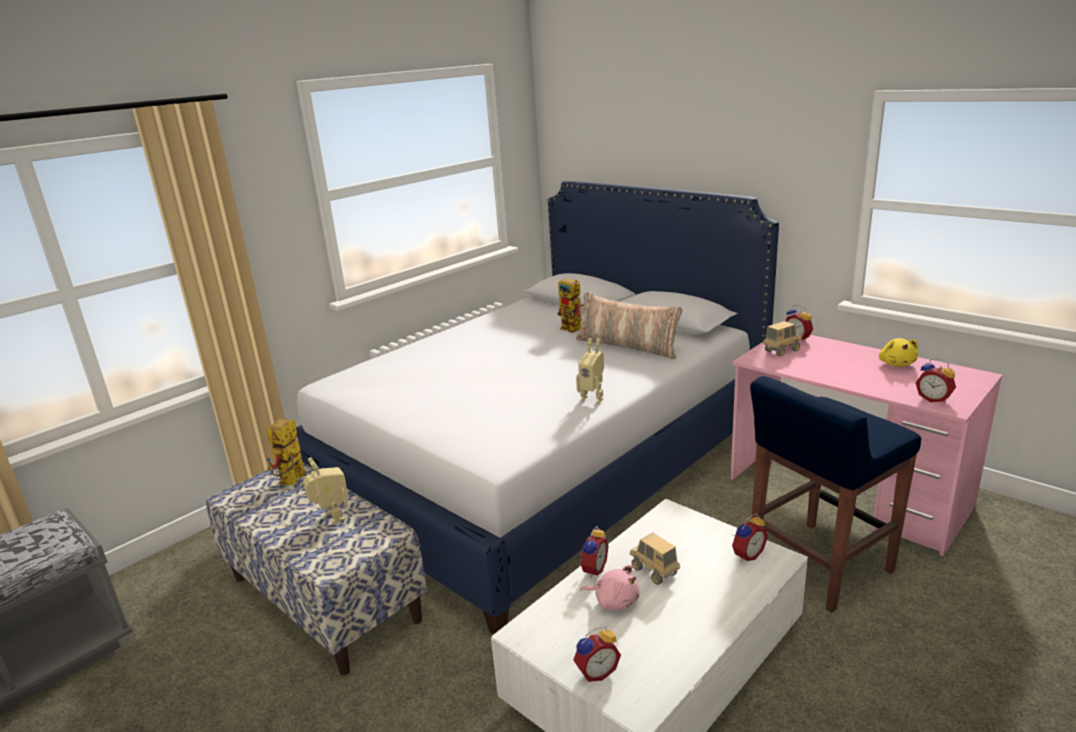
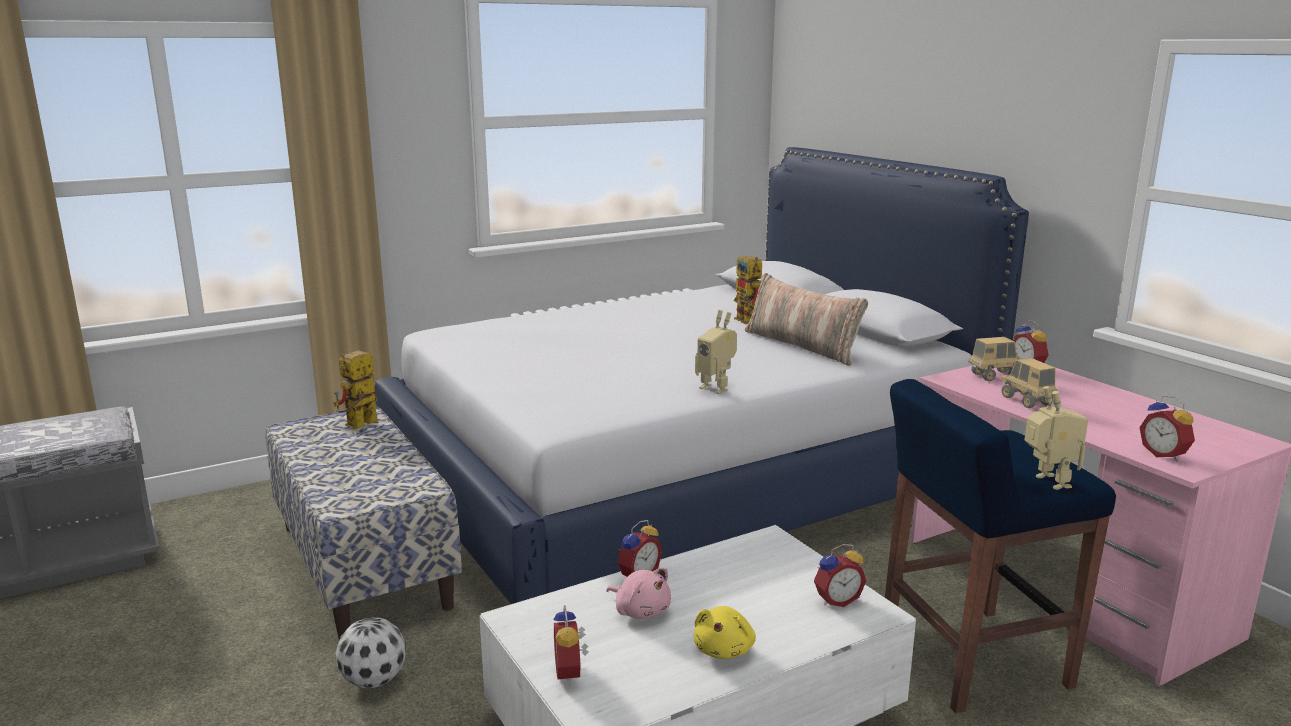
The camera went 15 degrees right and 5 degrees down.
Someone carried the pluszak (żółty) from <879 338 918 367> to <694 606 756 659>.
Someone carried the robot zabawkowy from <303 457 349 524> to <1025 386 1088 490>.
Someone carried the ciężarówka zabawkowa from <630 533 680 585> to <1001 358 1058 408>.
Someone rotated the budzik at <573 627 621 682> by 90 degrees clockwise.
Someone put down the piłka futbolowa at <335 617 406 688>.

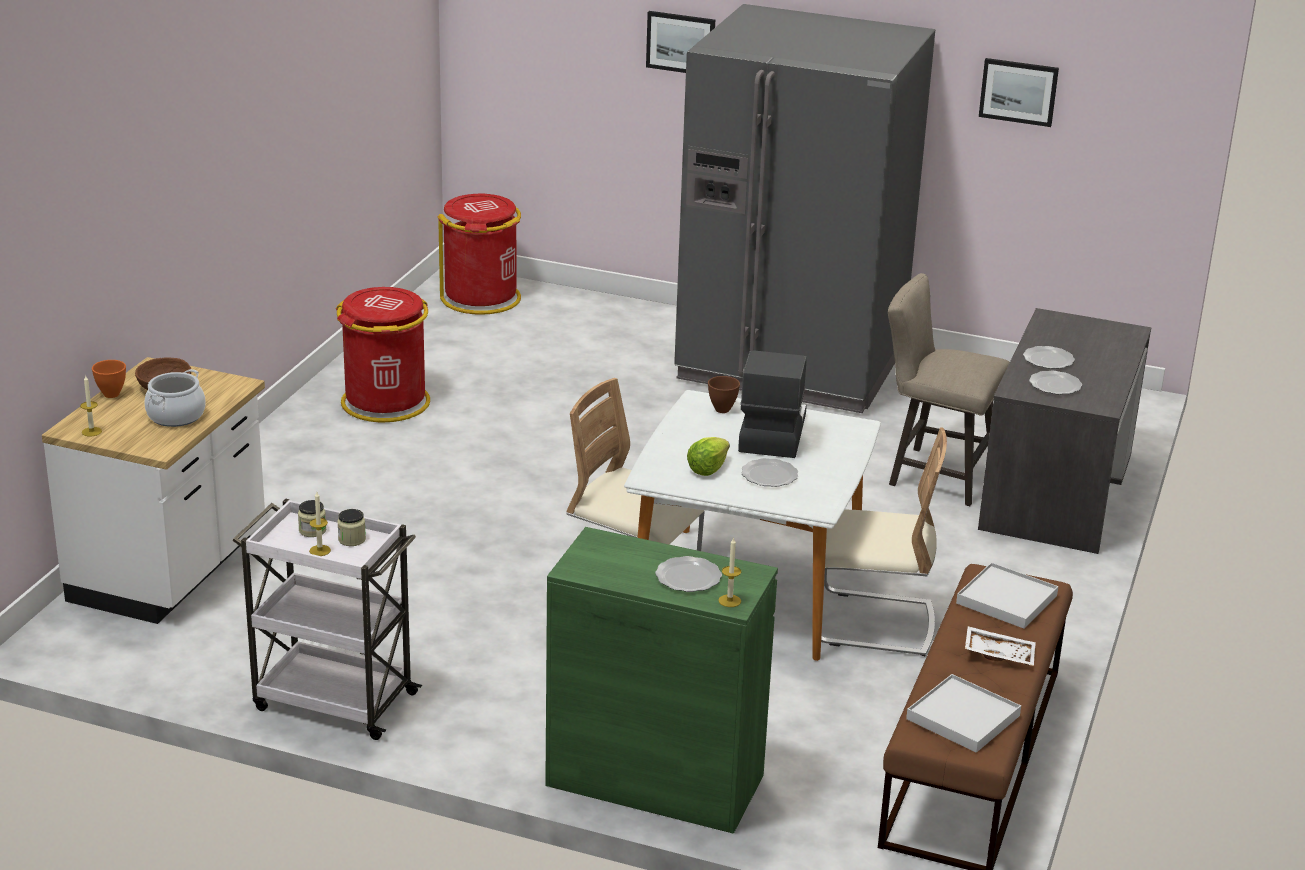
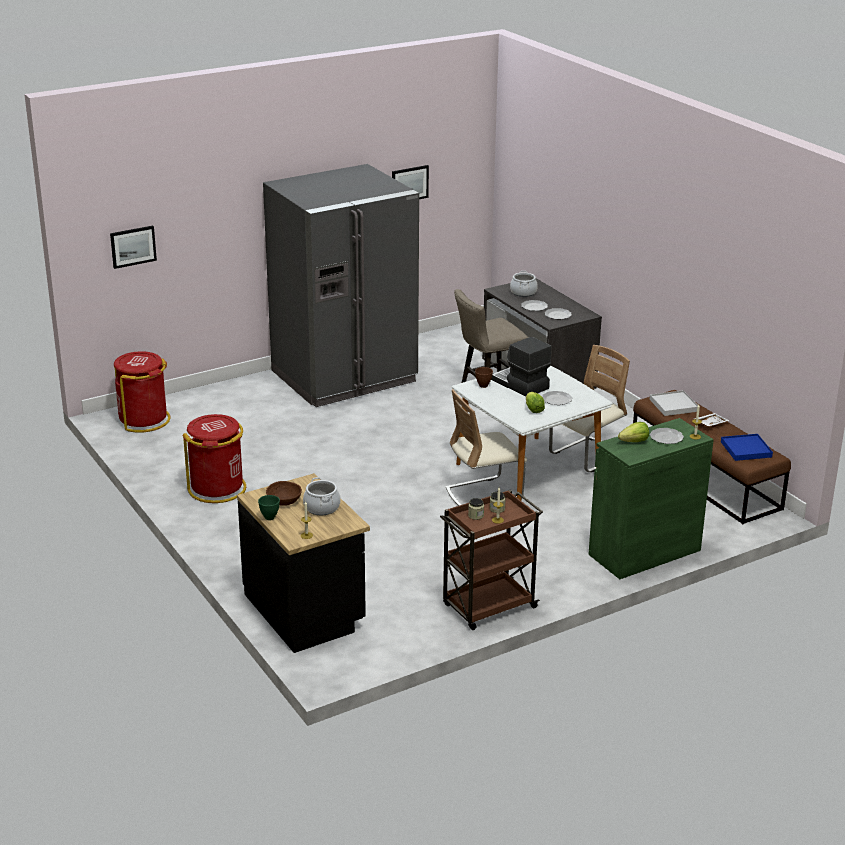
The camera went 50 degrees left and 0 degrees up.
Someone carried the obraz from <646 11 715 73> to <110 226 157 269>.
Someone repainted the zabudowa kuchenna (biały) at <42 357 266 624>, which became the zabudowa kuchenna (czarny) at <237 473 370 653>.
Someone repainted the miska (pomarańczowy) at <92 360 126 398>, which became the miska (zielony) at <258 495 280 520>.
Someone repainted the wózek (biały) at <232 499 422 740>, which became the wózek (brązowy) at <440 490 543 630>.
Someone repainted the taca (biały) at <906 674 1021 753>, which became the taca (niebieski) at <721 434 773 461>.
Someone put down the garnek at <510 271 538 297>.
Someone put down the sałata at <618 422 649 442>.

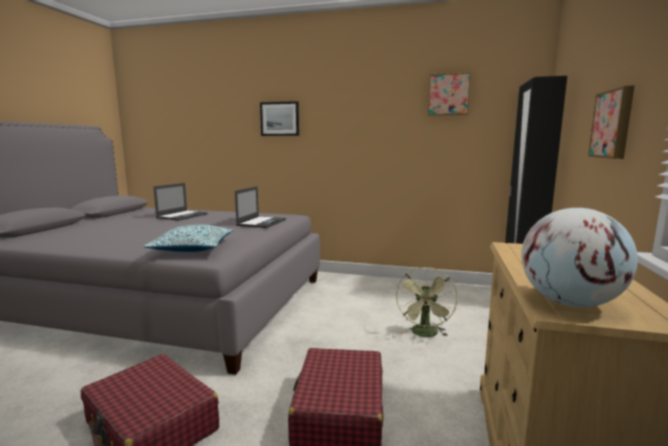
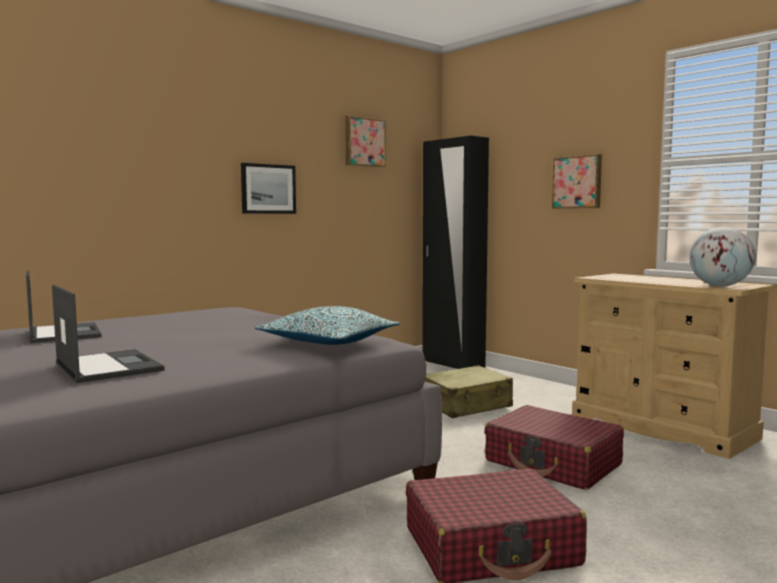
The camera went 55 degrees left and 5 degrees down.
Someone carried the obraz from <260 101 299 136> to <241 163 296 214>.
Someone carried the laptop from <235 186 286 228> to <52 285 164 383>.
Someone swapped the wentylator (zielony) at <396 267 457 337> for the walizka (beżowy) at <425 365 513 418>.

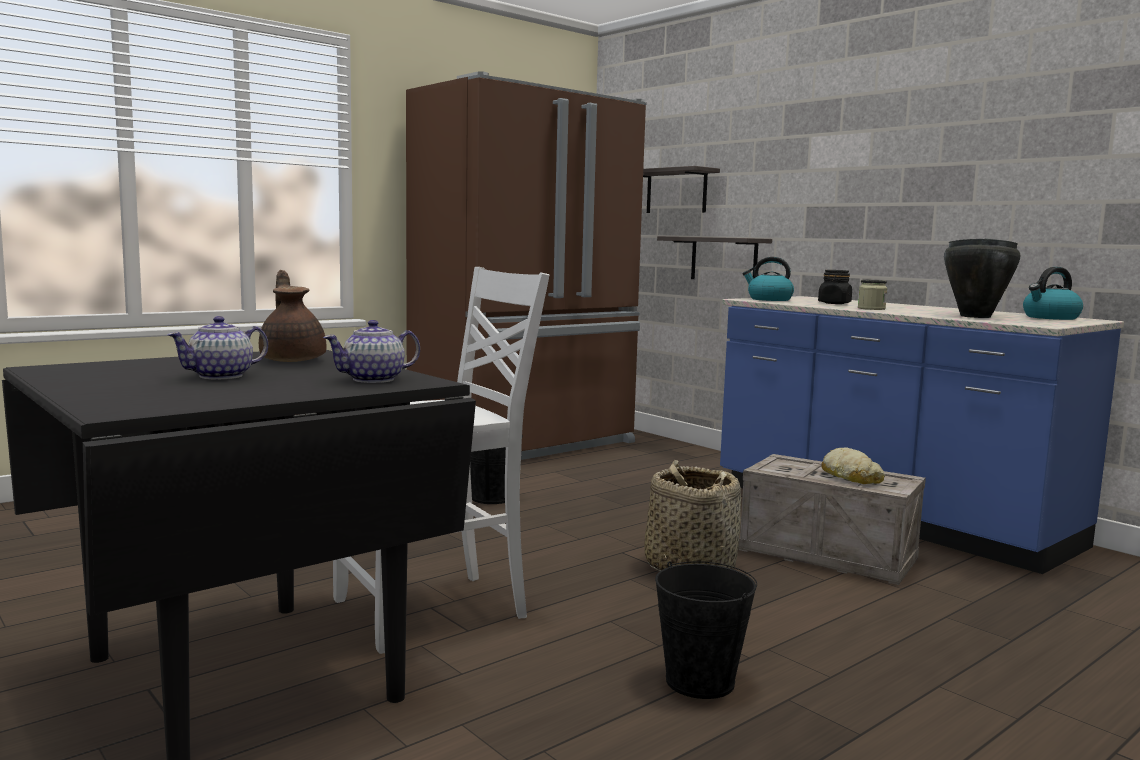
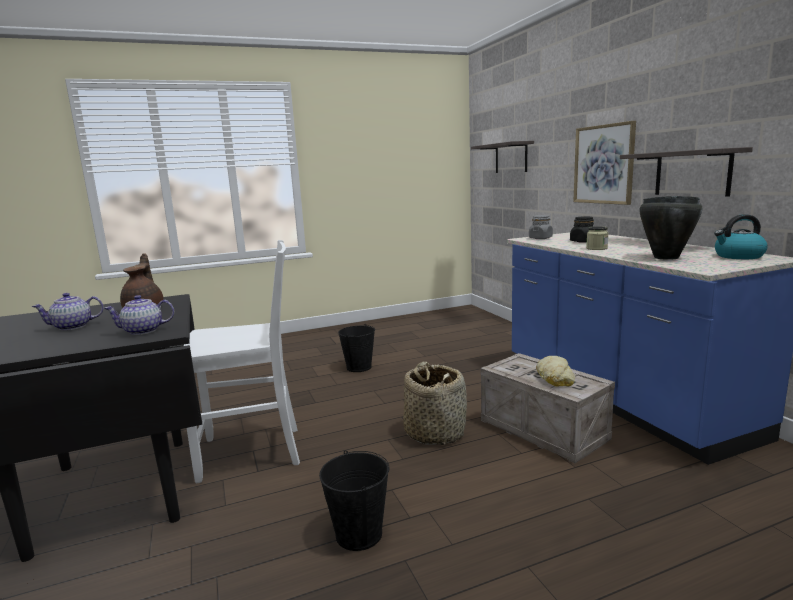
The camera went 20 degrees right and 5 degrees up.
Someone took away the lodówka (brązowy) at <406 72 647 460>.
Someone carried the półka from <657 236 772 279> to <620 147 753 196>.
Someone swapped the czajnik at <743 257 794 301> for the słoik (szary) at <529 215 553 239>.
Someone put up the obraz at <573 121 636 205>.

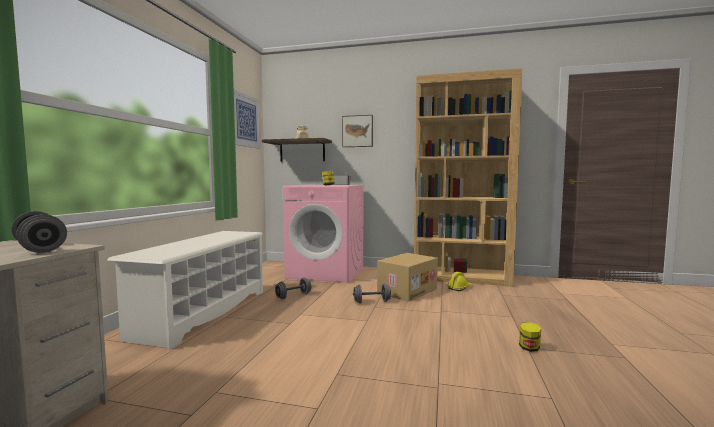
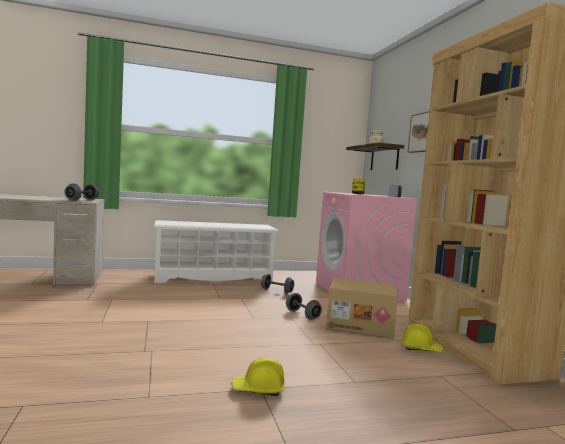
The camera went 60 degrees right and 0 degrees up.
Someone took away the obraz at <234 90 261 149>.
Someone swapped the słoik at <519 322 541 352> for the kask (żółty) at <231 358 284 396>.

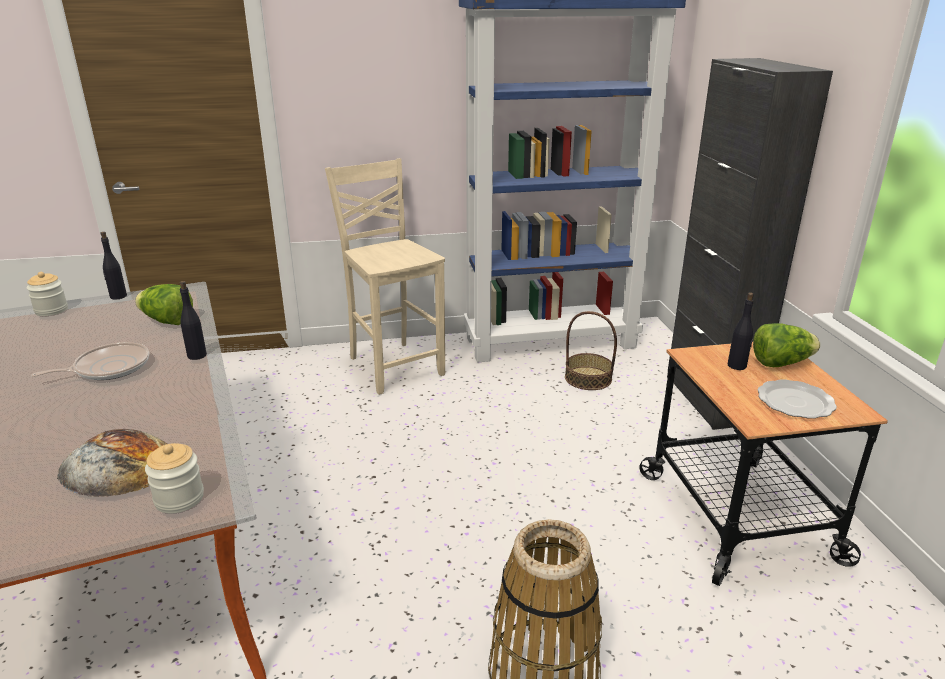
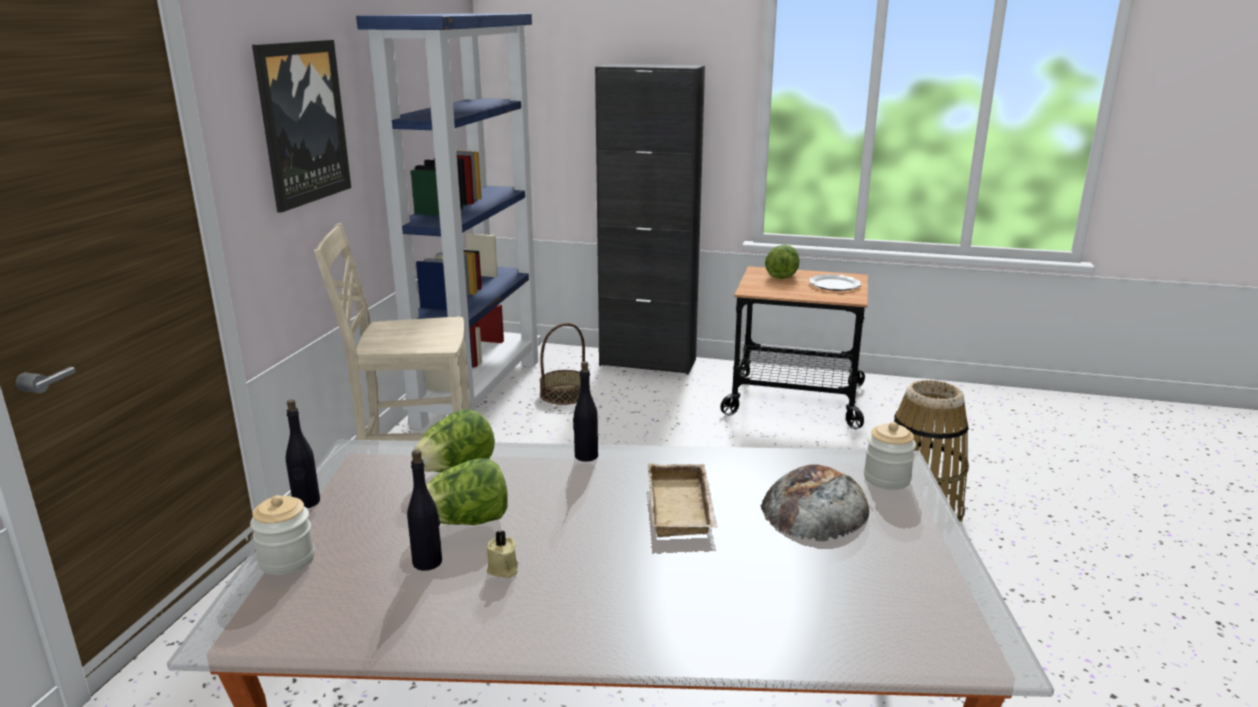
The camera went 65 degrees left and 5 degrees down.
Someone carried the butelka (czarny) from <728 292 754 370> to <407 450 442 571>.
Someone took away the patelnia at <31 342 149 380>.
Someone put up the obraz at <252 40 351 213>.
Someone put down the sałata at <426 458 508 525>.
Someone put down the taca (beżowy) at <648 463 717 537>.
Someone put down the świeca (beżowy) at <487 530 518 578>.

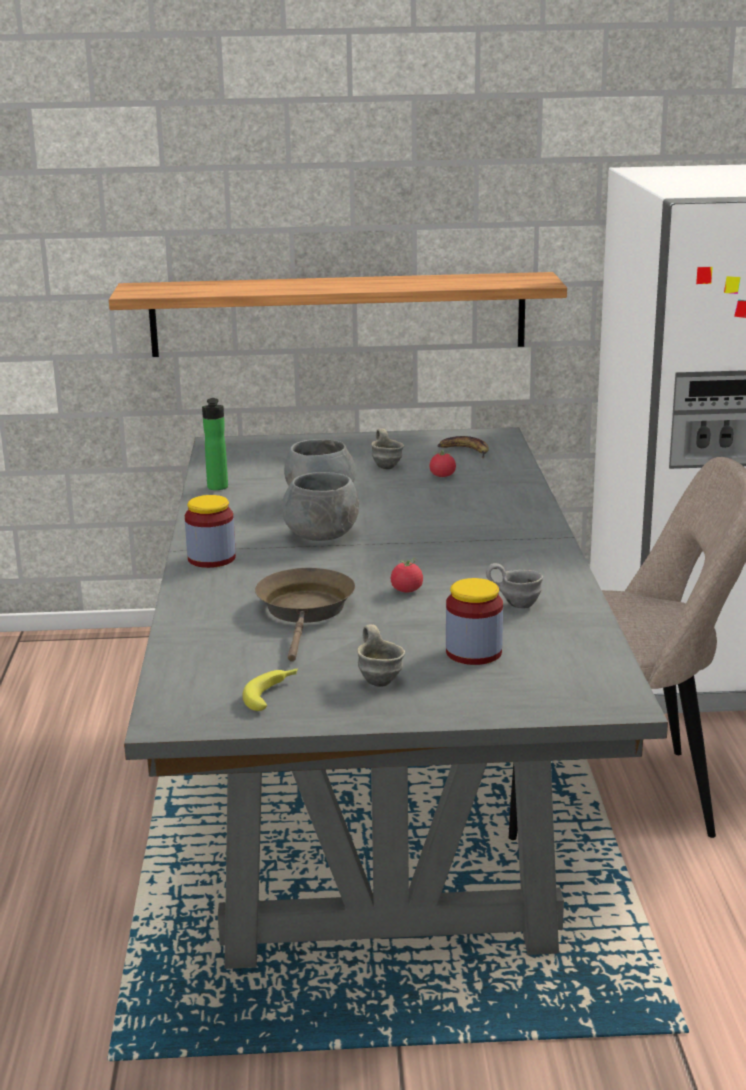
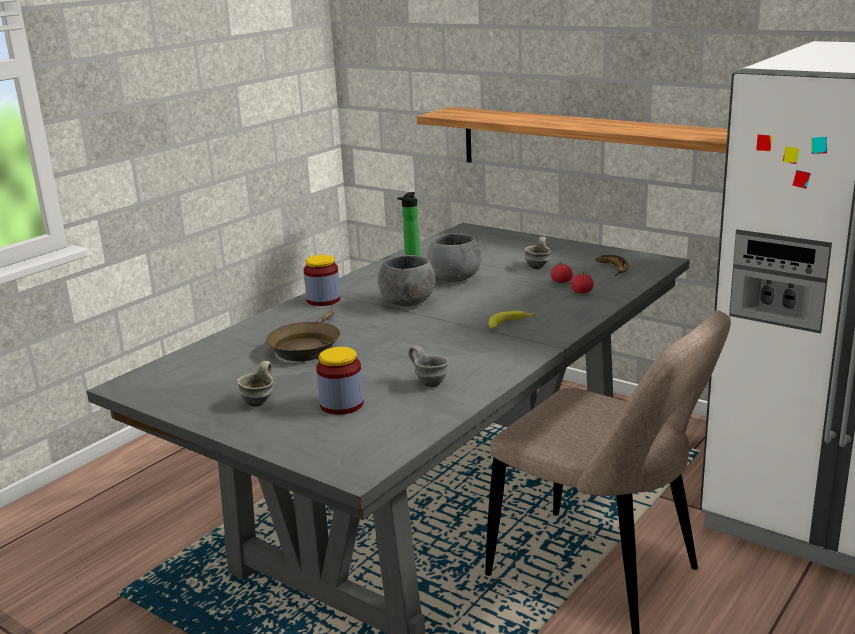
The camera went 40 degrees right and 0 degrees up.
Someone carried the pomidor from <391 558 423 592> to <571 271 593 294>.
Someone rotated the patelnia (brązowy) at <255 568 355 662> by 150 degrees clockwise.
Someone carried the banan from <242 669 298 711> to <489 311 535 329>.

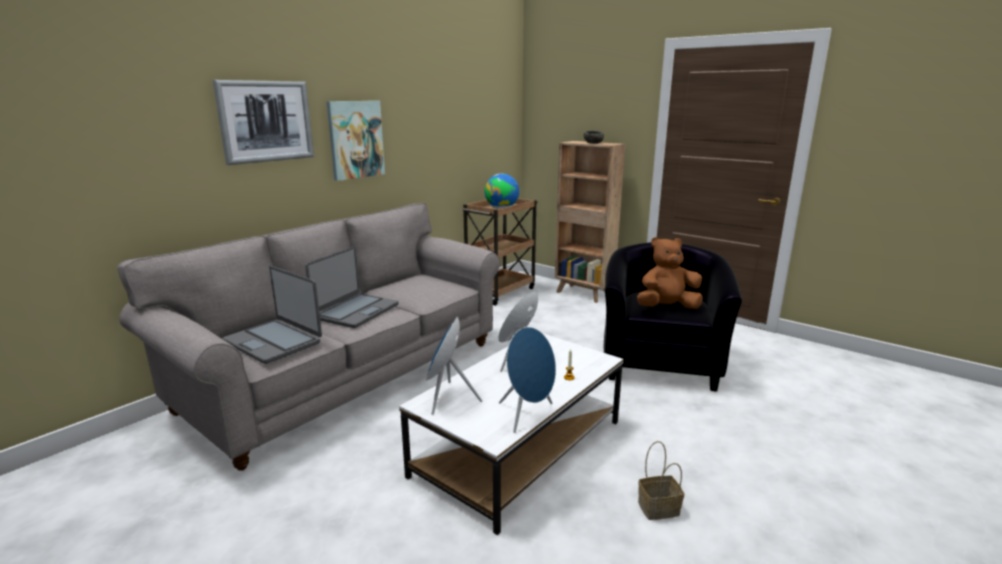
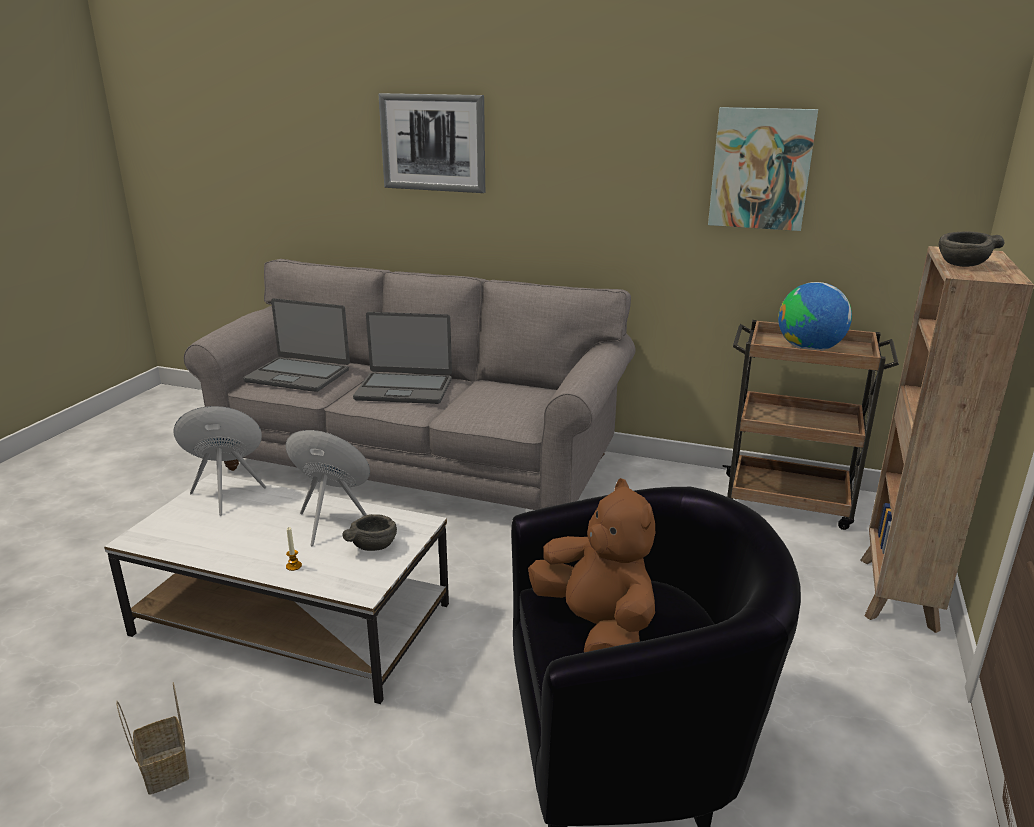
The camera went 70 degrees right and 5 degrees up.
Someone carried the obraz from <327 101 385 181> to <708 107 818 231>.
Someone rotated the laptop at <222 266 322 364> by 90 degrees counterclockwise.
Someone took away the głośnik (niebieski) at <499 327 556 433>.
Someone put down the miska (szary) at <342 514 397 551>.

